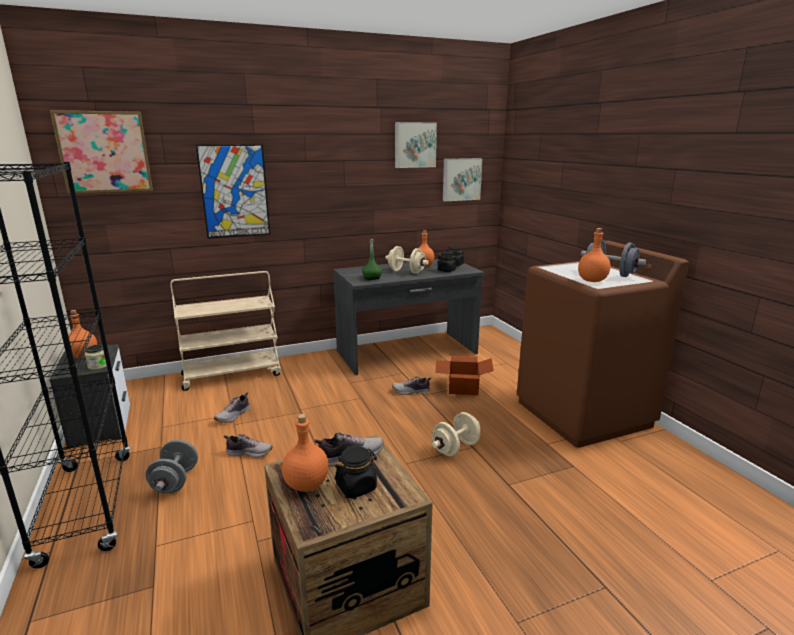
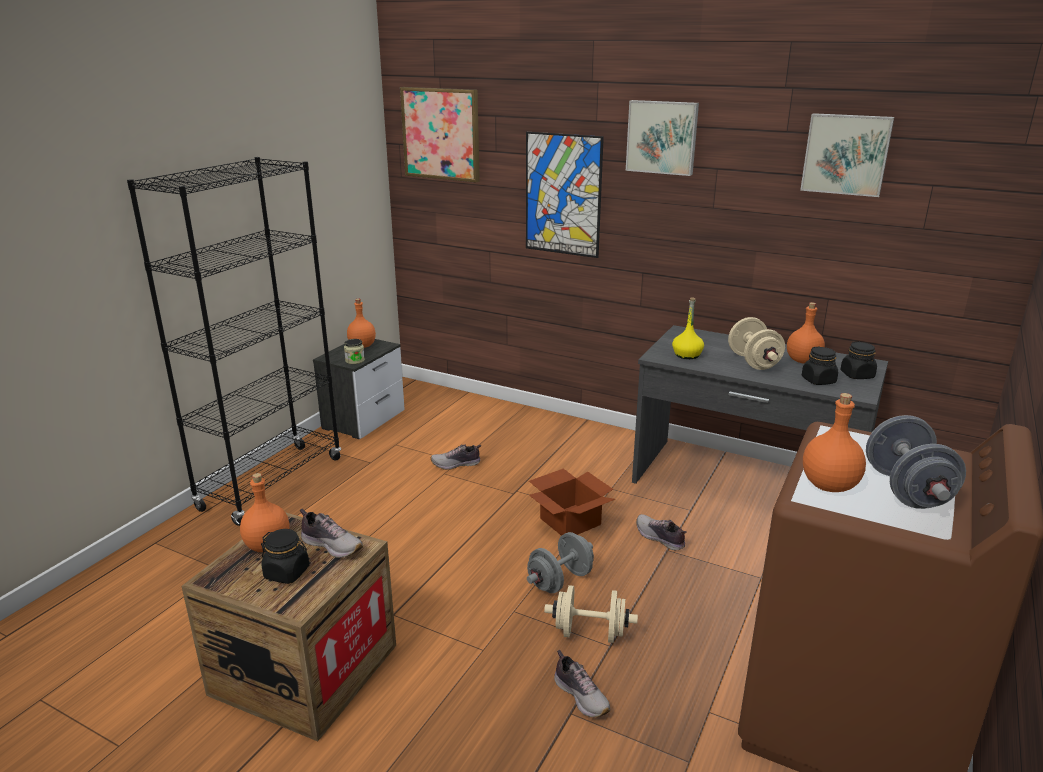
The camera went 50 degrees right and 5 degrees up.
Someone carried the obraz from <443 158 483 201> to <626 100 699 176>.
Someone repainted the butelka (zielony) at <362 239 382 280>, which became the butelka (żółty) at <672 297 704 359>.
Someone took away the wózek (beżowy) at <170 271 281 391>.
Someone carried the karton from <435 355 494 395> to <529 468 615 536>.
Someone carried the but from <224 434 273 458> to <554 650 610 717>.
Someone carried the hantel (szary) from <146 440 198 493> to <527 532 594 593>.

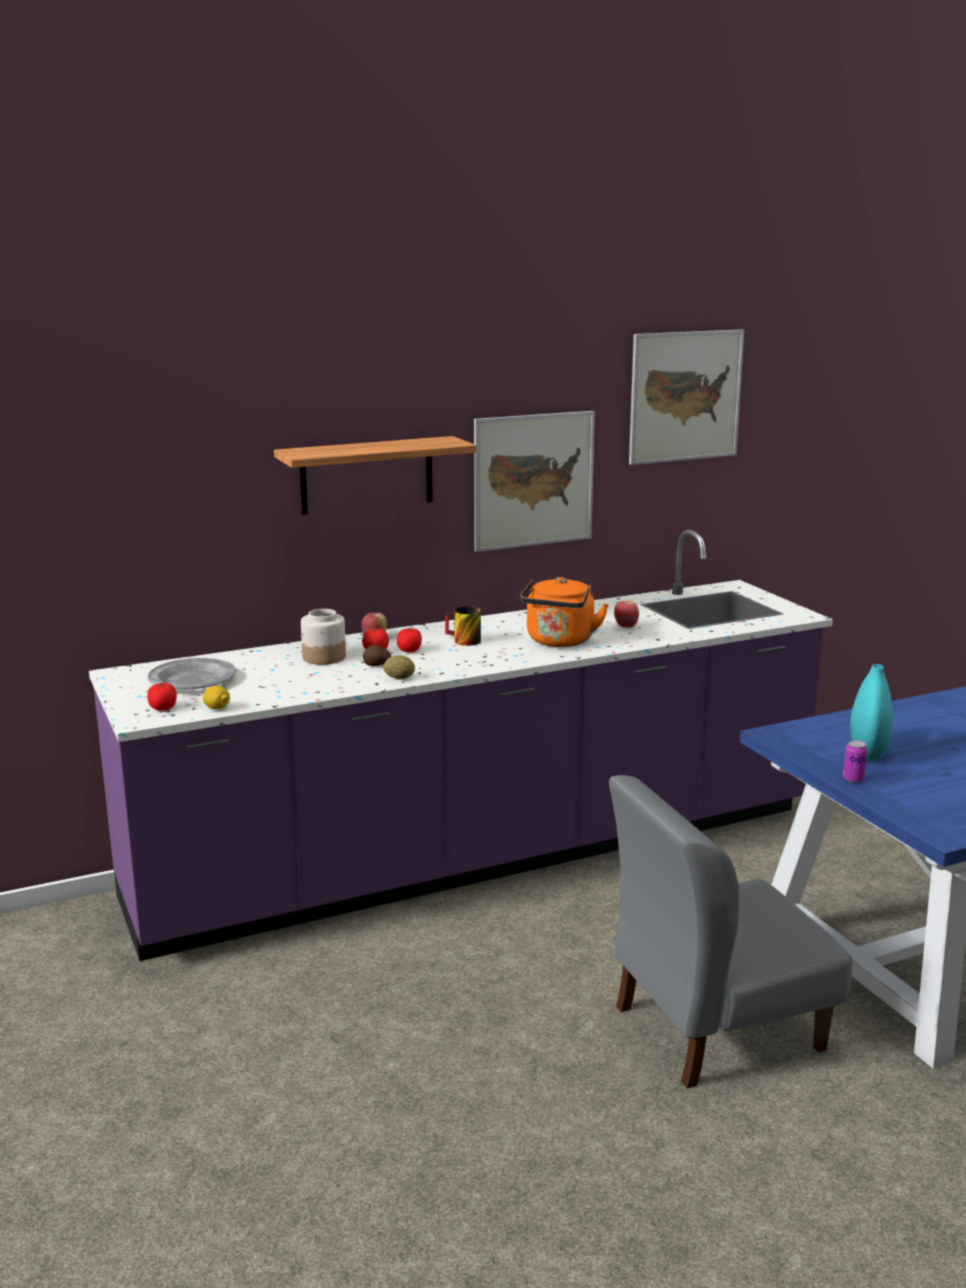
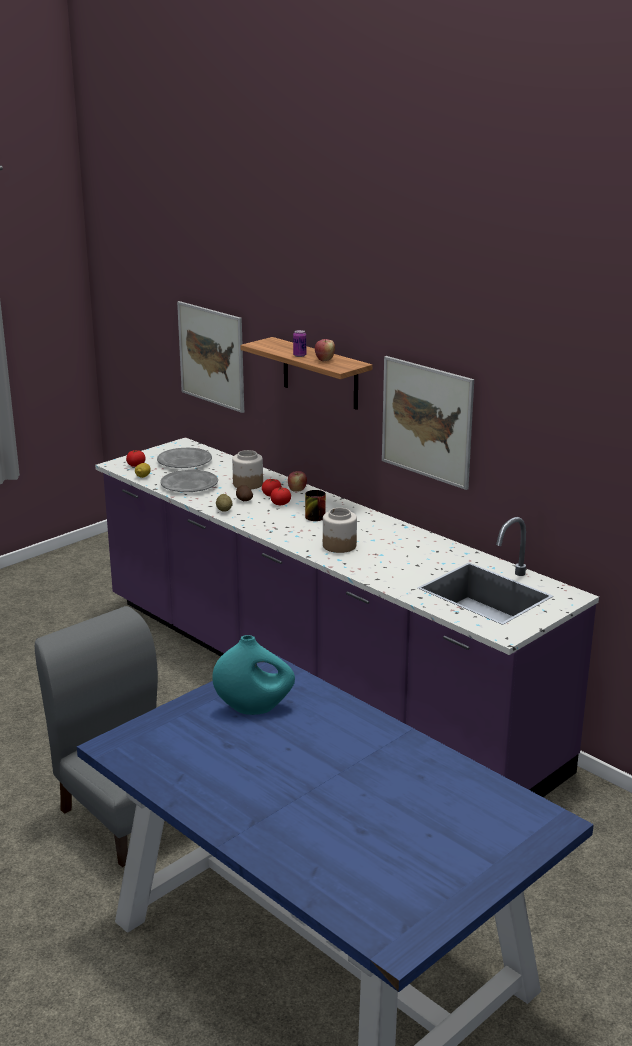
The camera went 70 degrees right and 5 degrees up.
Someone carried the obraz from <629 329 744 465> to <177 301 244 413>.
Someone swapped the czajnik (pomarańczowy) at <520 577 609 647> for the słoik at <323 508 357 553>.
Someone carried the jabłko from <614 600 639 628> to <315 339 335 362>.
Someone carried the puszka from <843 740 867 783> to <293 330 306 357>.
Someone put down the talerz (szary) at <160 470 218 492>.

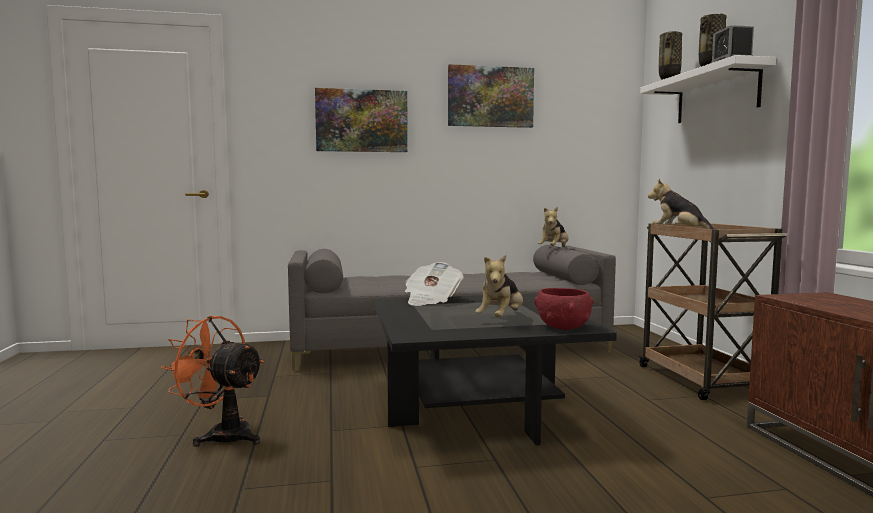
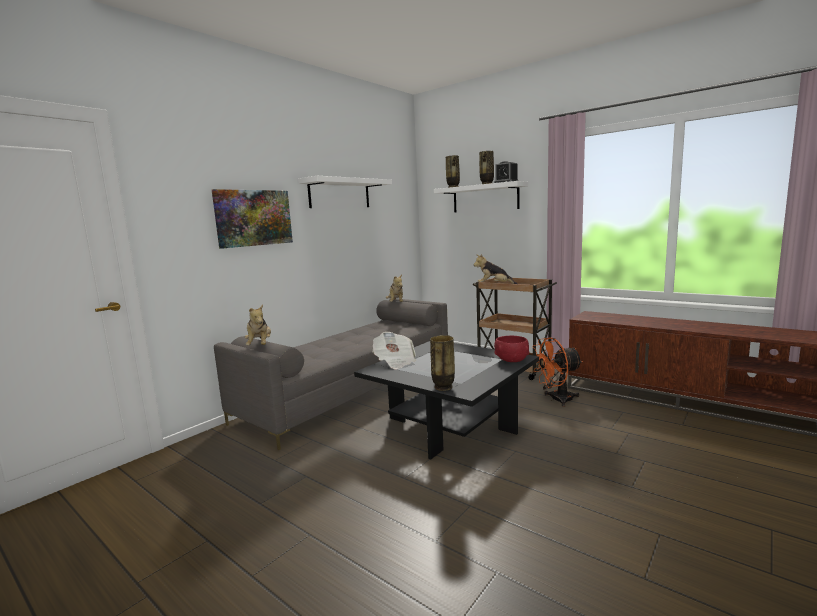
The camera went 40 degrees left and 5 degrees up.
Someone swapped the obraz at <448 64 534 128> for the półka (biały) at <298 176 392 208>.
Someone carried the pluszak from <475 255 523 317> to <245 305 271 345>.
Someone carried the wentylator (pomarańczowy) from <161 316 264 447> to <532 337 583 407>.
Someone put down the wazon at <430 335 455 391>.

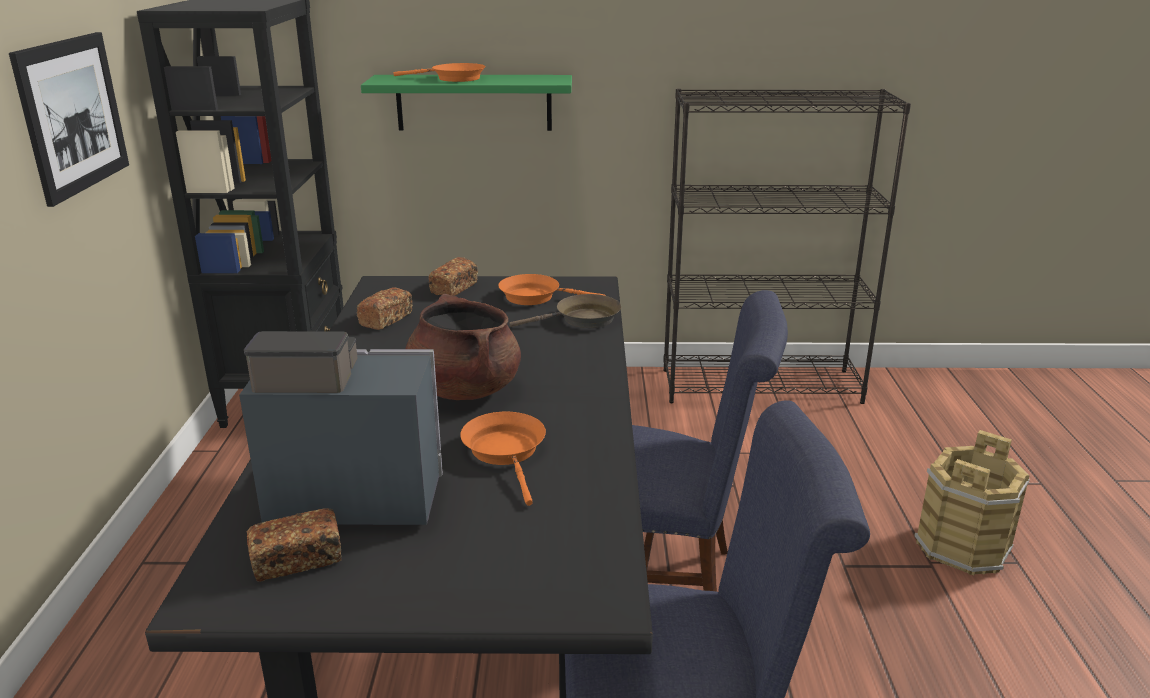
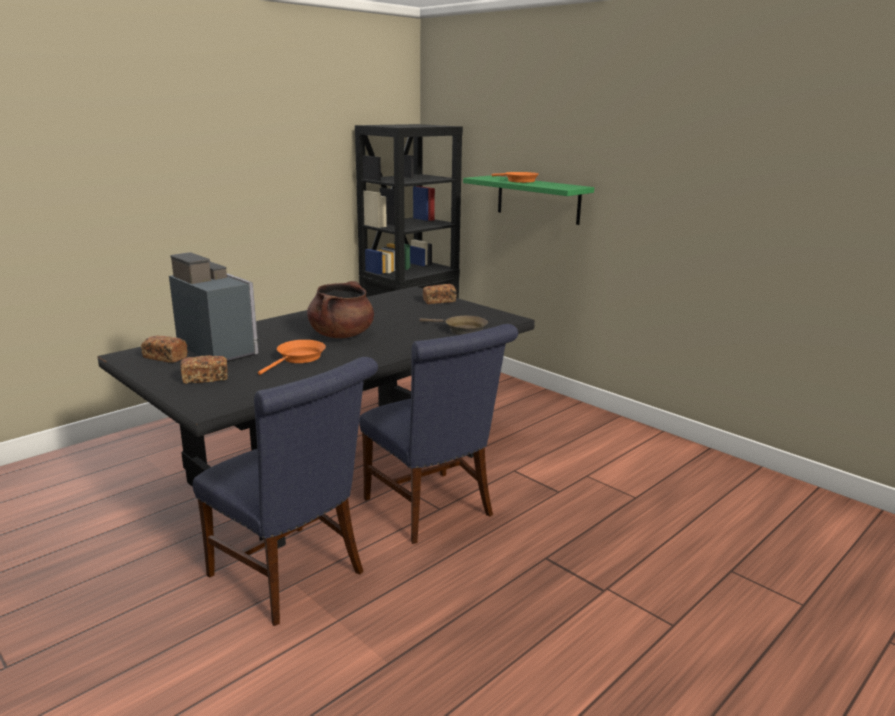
The camera went 45 degrees right and 5 degrees down.
Someone took away the obraz at <9 32 129 207>.
Someone took away the regał (czarny) at <663 89 911 404>.
Someone took away the patelnia (pomarańczowy) at <498 274 606 305>.
Someone carried the chleb from <357 287 413 330> to <180 355 228 384>.
Someone took away the wiadro (brązowy) at <914 430 1030 575>.

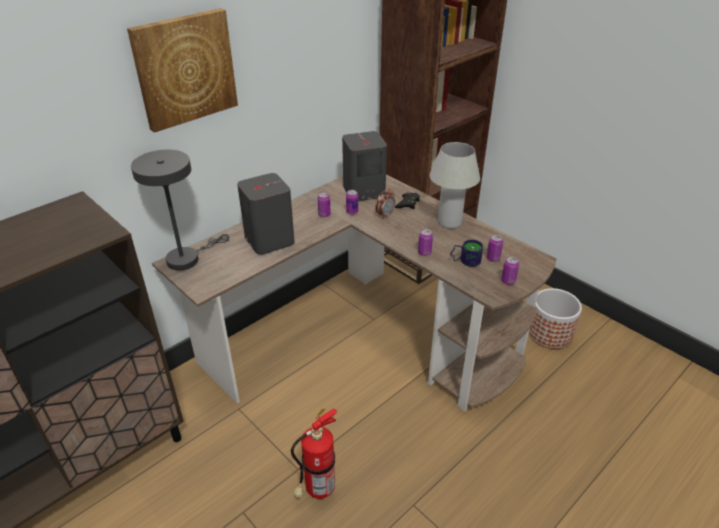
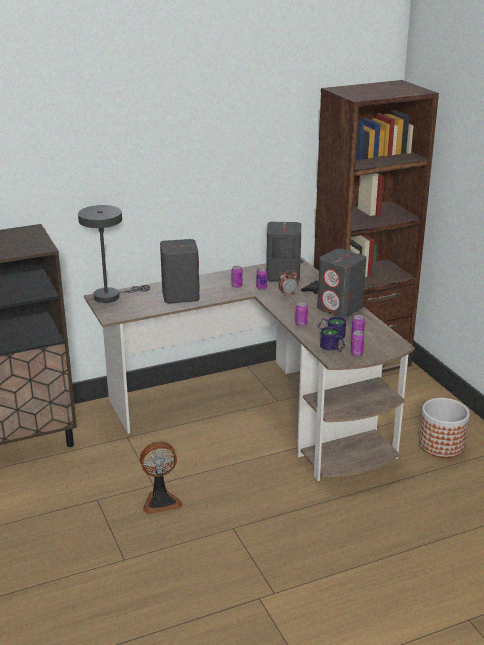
The camera went 20 degrees right and 10 degrees down.
Someone took away the obraz at <127 8 238 133>.
Someone swapped the lampa stołowa (biały) at <429 142 480 229> for the głośnik (szary) at <317 249 367 318>.
Someone swapped the gaśnica at <291 409 337 499> for the wentylator at <140 441 183 514>.
Someone put down the kubek at <320 327 345 352>.

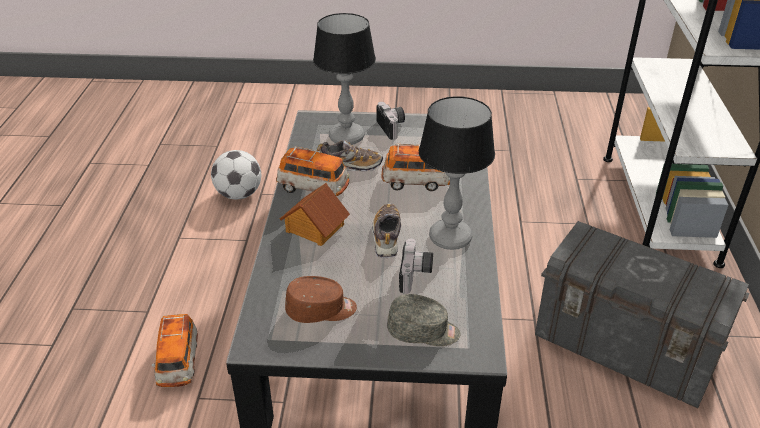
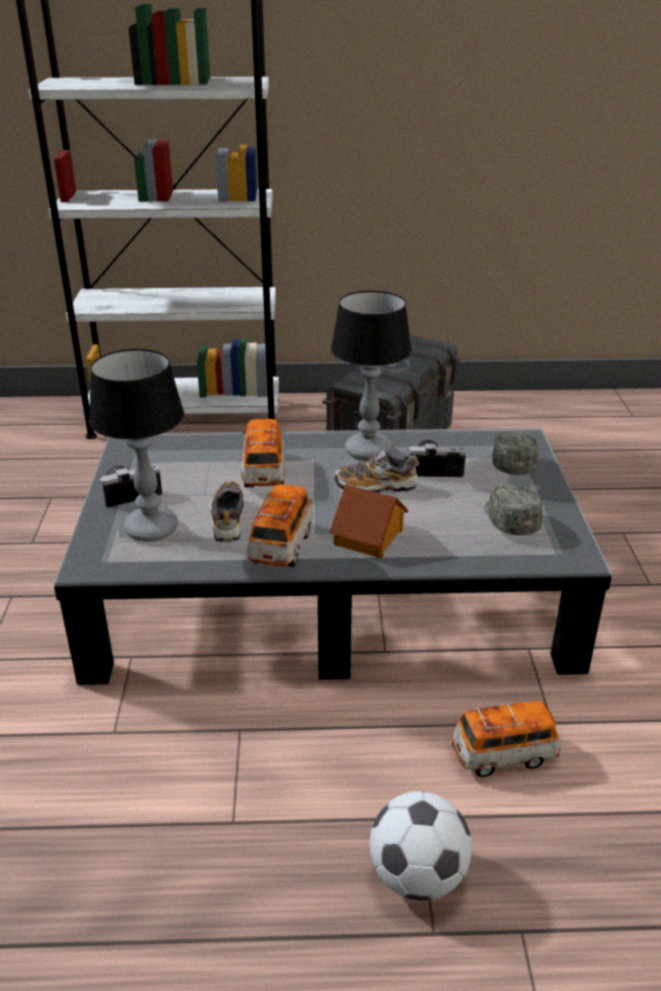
The camera went 95 degrees left and 5 degrees down.
Someone carried the piłka futbolowa from <211 150 261 199> to <370 791 472 901>.
Someone repainted the czapka z daszkiem (brązowy) at <285 276 357 323>, which became the czapka z daszkiem (szary) at <484 484 542 535>.

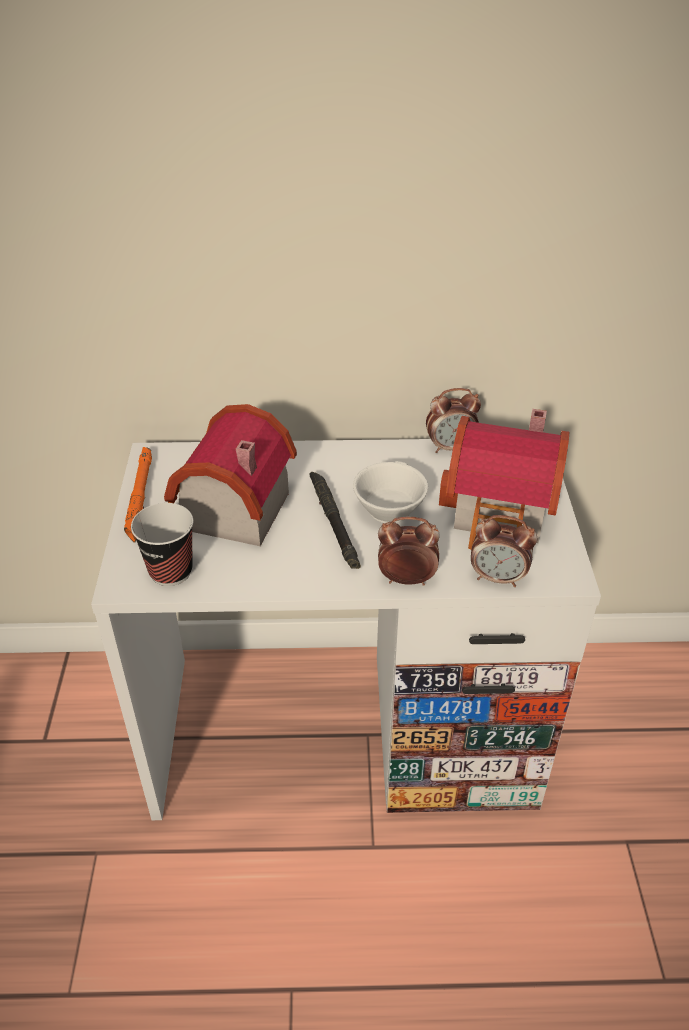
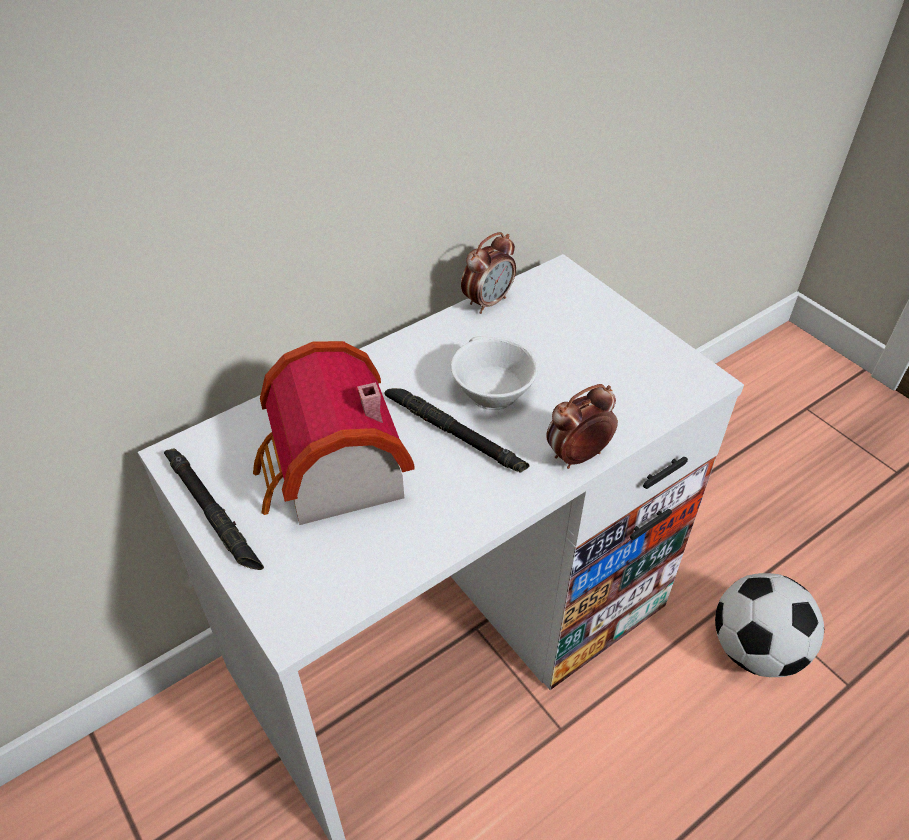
The camera went 35 degrees left and 5 degrees up.
Someone took away the domek at <439 409 569 550>.
Someone repainted the latarka (pomarańczowy) at <124 447 152 543>, which became the latarka (czarny) at <164 449 264 570>.
Someone took away the filiżanka at <131 503 193 586>.
Someone took away the budzik at <471 515 537 587>.
Someone put down the piłka futbolowa at <715 573 824 677>.

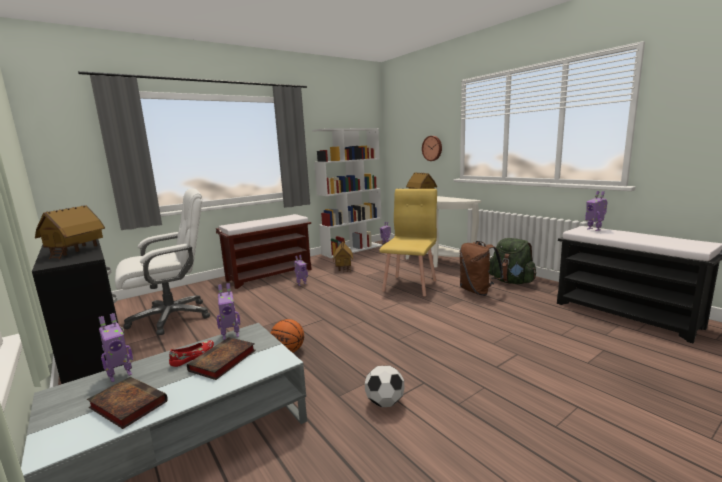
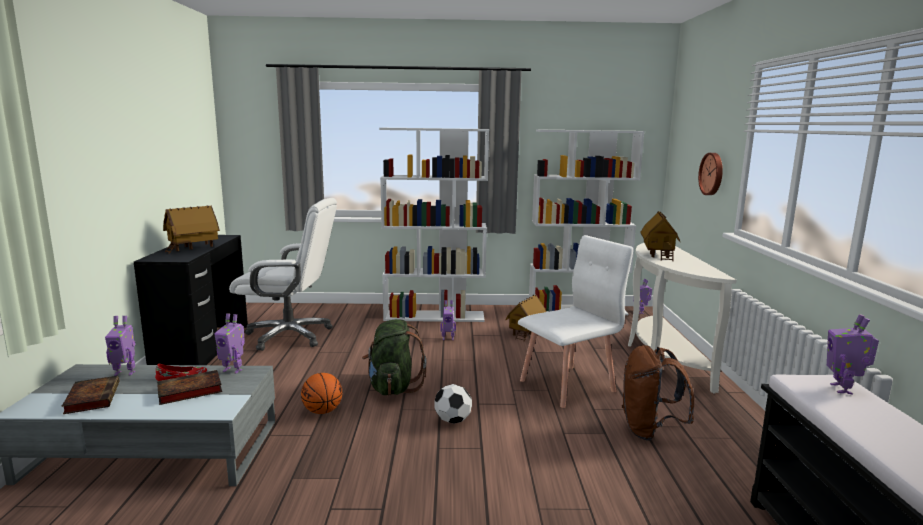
The camera went 35 degrees right and 0 degrees up.
Someone repainted the krzesło (żółty) at <379 189 437 296>, which became the krzesło (biały) at <518 235 633 408>.
Someone swapped the ławka (brązowy) at <216 214 312 289> for the regał (biały) at <379 128 489 322>.
Someone carried the plecak (zielony) from <489 238 536 284> to <362 319 427 395>.
Someone carried the piłka futbolowa from <365 365 404 407> to <434 384 472 424>.

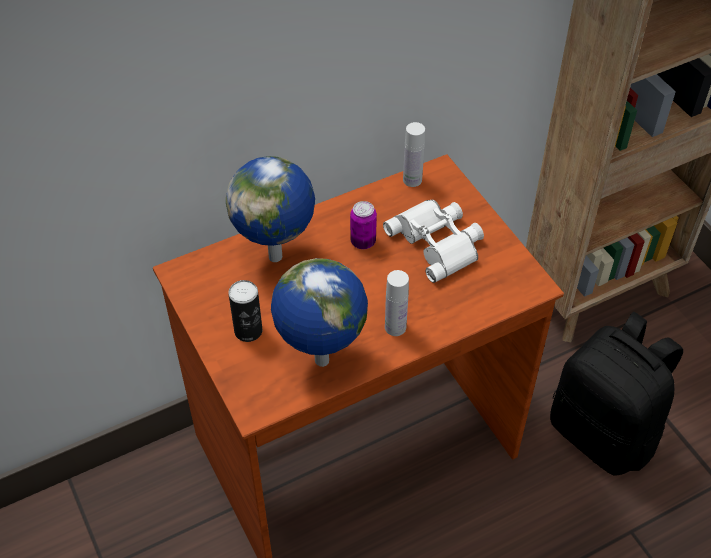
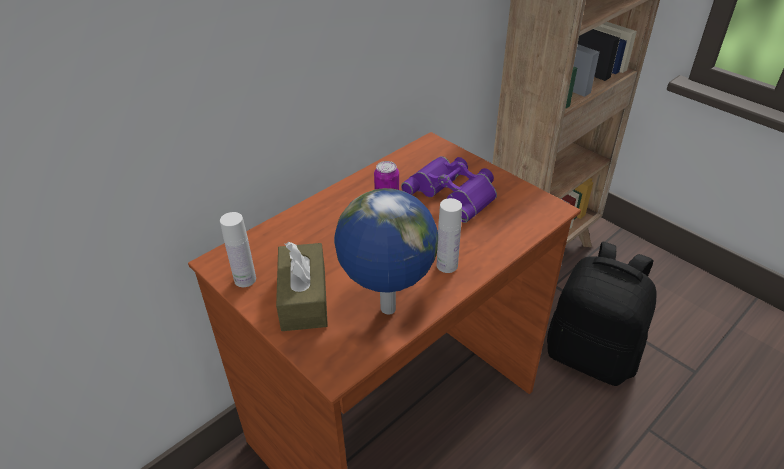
The camera went 15 degrees left and 10 degrees down.
Someone carried the butelka (biały) from <403 122 425 187> to <220 212 256 287>.
Someone took away the globus at <226 156 315 262>.
Someone repainted the lornetka (biały) at <383 200 484 283>, which became the lornetka (fioletowy) at <401 156 497 223>.
Someone swapped the puszka at <228 280 263 342> for the pudełko chusteczek (brązowy) at <276 242 328 331>.

